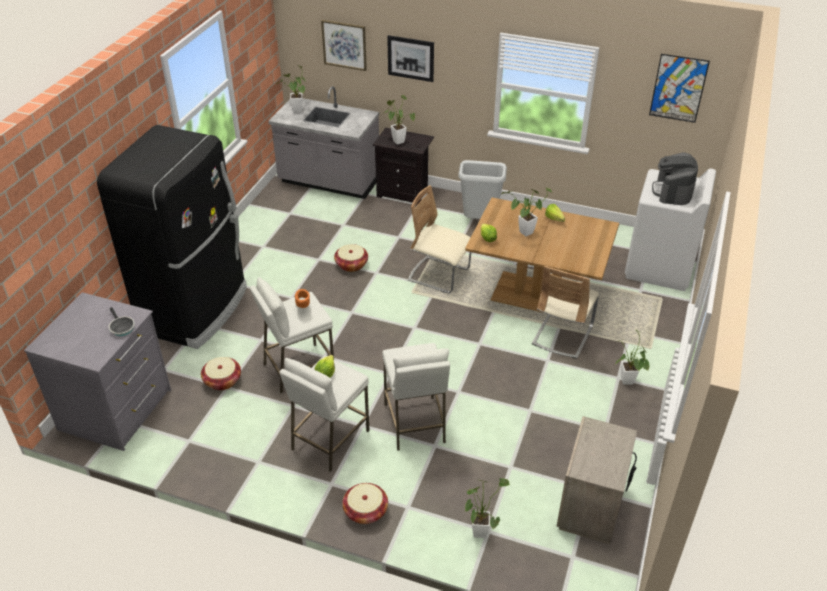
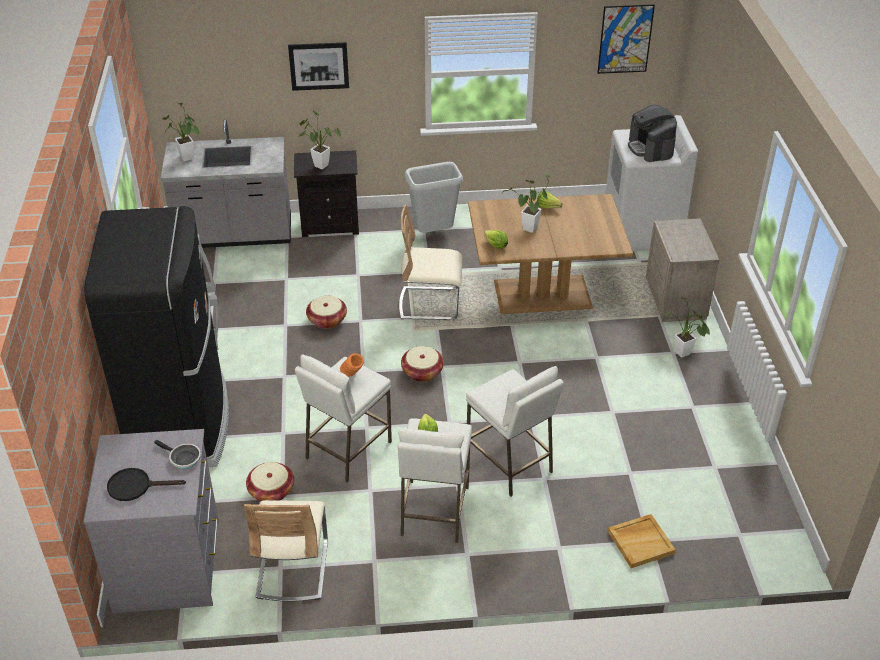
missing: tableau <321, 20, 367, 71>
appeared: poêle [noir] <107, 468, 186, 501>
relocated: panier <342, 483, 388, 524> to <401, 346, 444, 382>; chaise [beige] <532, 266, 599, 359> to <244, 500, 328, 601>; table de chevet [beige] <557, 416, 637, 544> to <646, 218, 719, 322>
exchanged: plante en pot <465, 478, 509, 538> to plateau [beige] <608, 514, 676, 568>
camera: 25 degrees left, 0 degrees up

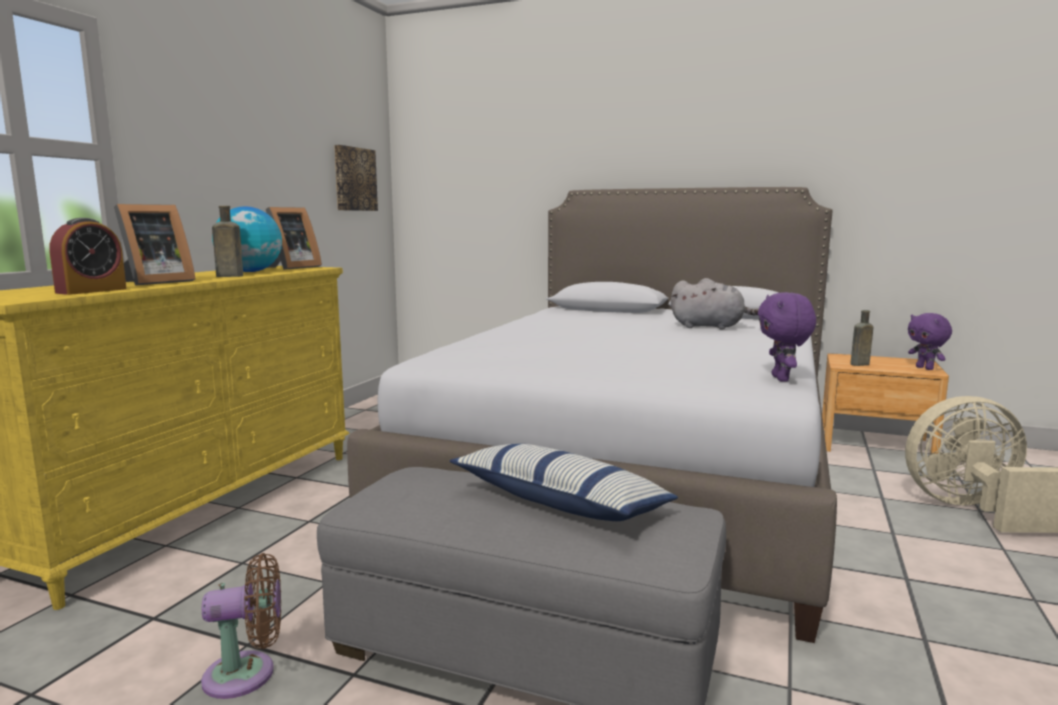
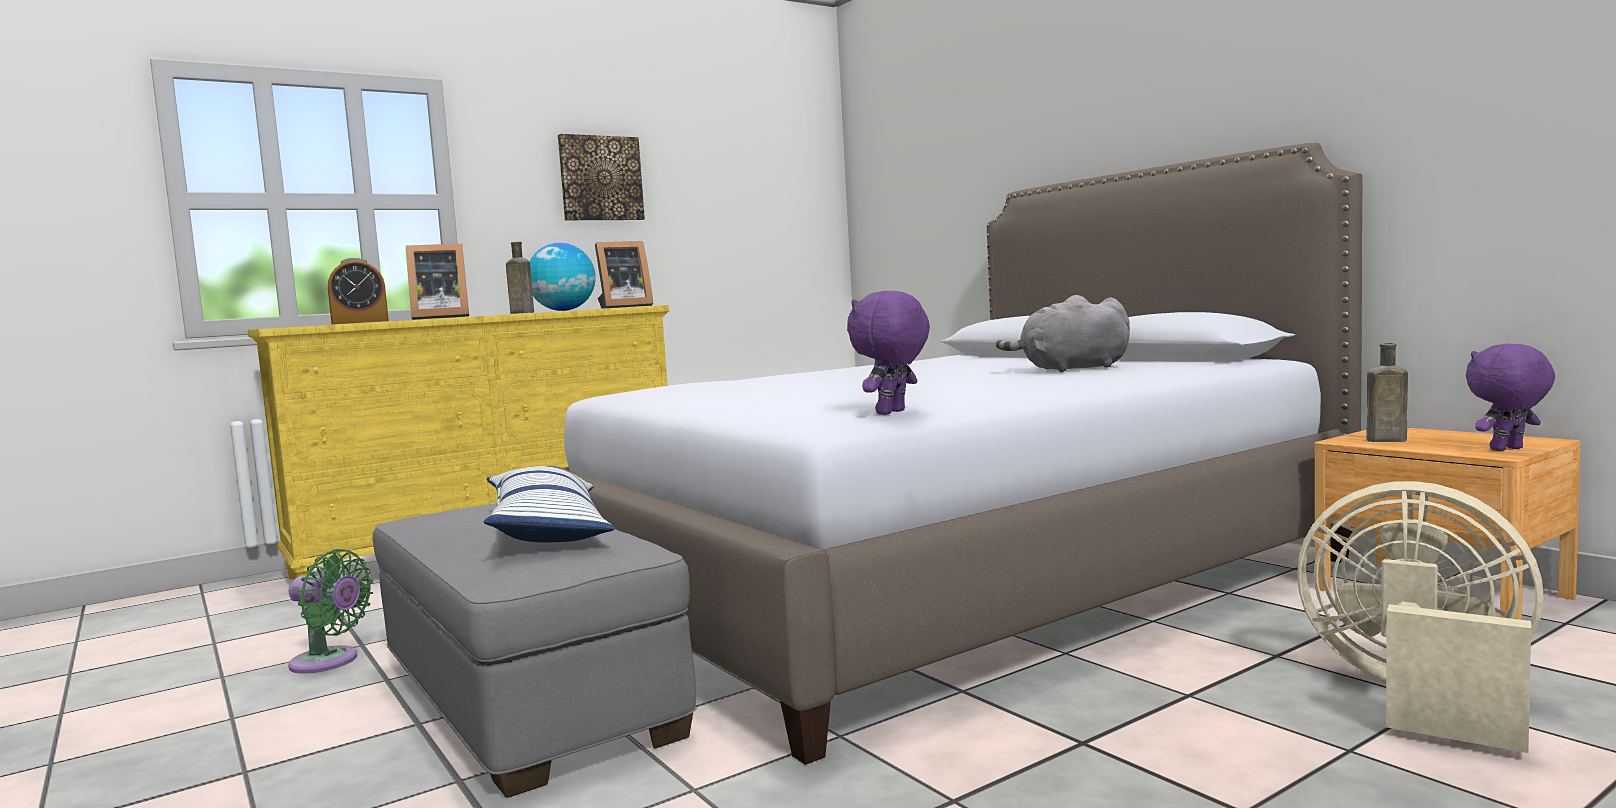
relocated: tableau <334, 145, 378, 211> to <558, 134, 645, 220>
colour: ventilateur [marron] <201, 553, 281, 699> to ventilateur [vert] <288, 549, 373, 674>
spun: peluche [gris] <671, 278, 759, 330> = <996, 295, 1130, 372> 120 degrees clockwise; peluche [violet] <908, 313, 952, 370> = <1466, 344, 1555, 451> 60 degrees clockwise
camera: 35 degrees right, 5 degrees down

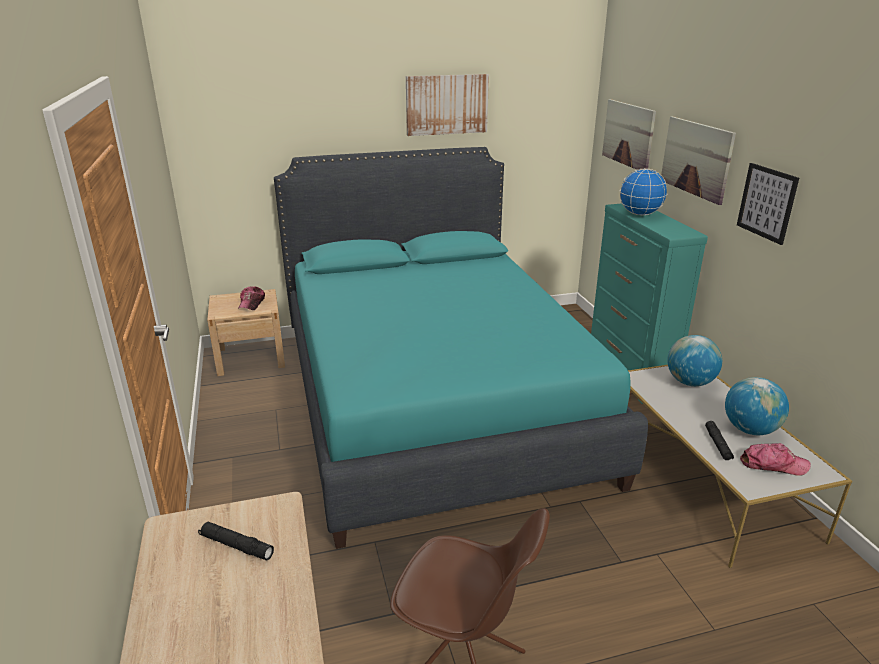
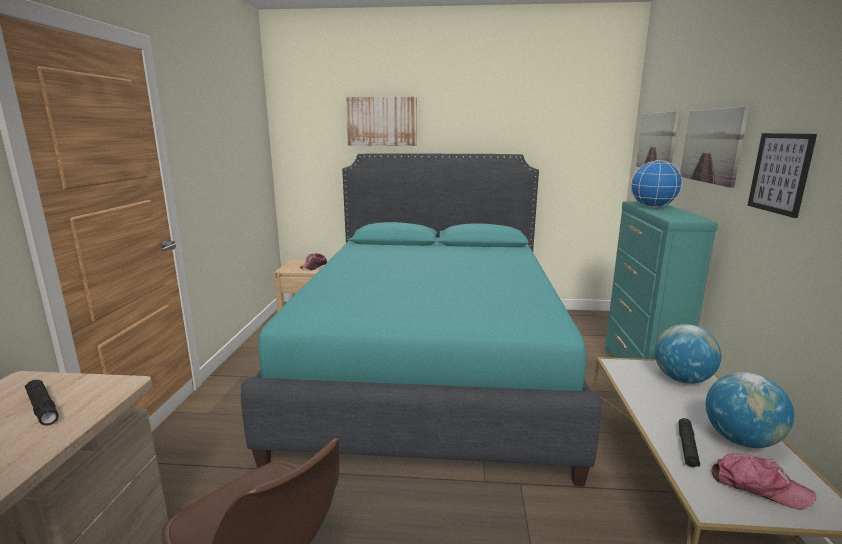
relocated: tableau <406, 74, 489, 136> to <346, 97, 417, 146>
camera: 20 degrees right, 10 degrees down

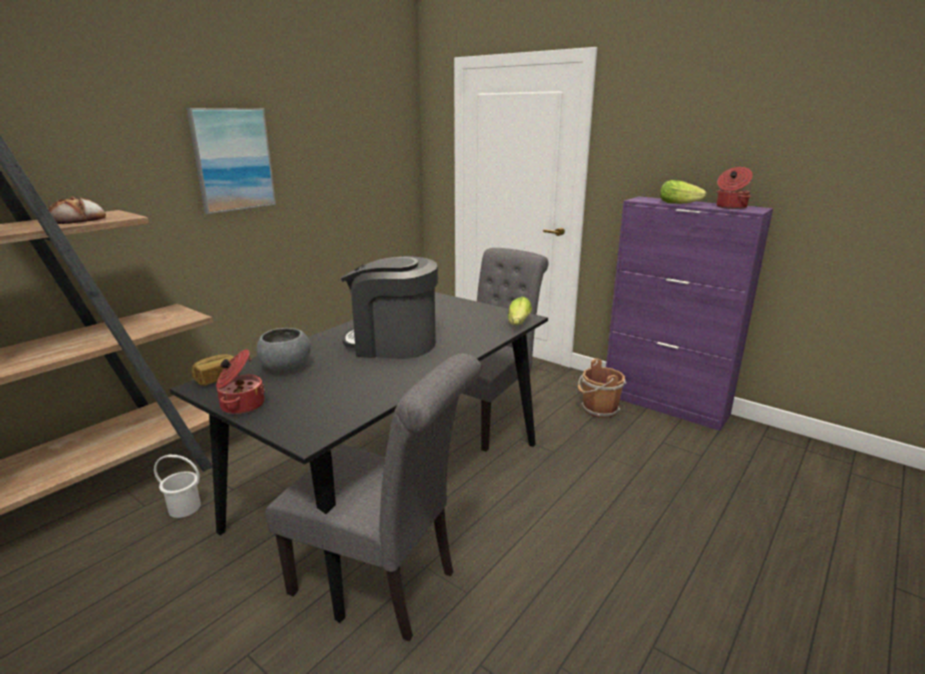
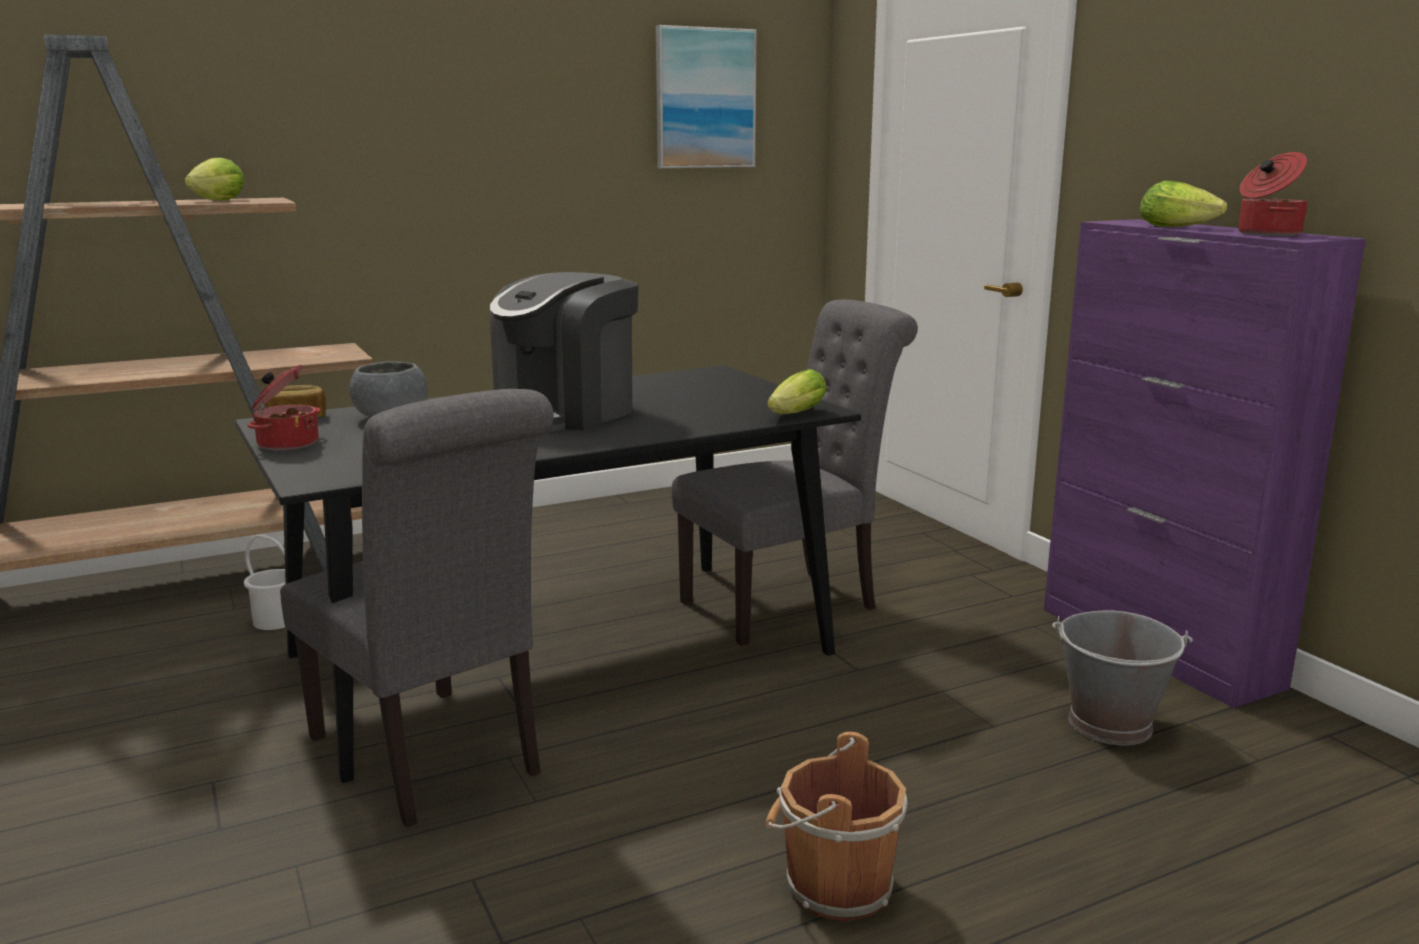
appeared: seau [gris] <1052, 610, 1193, 745>
relocated: tableau <186, 108, 276, 214> to <656, 25, 757, 169>; seau [marron] <578, 359, 626, 418> to <766, 732, 907, 921>
exchanged: pain <48, 196, 106, 224> to laitue <184, 158, 245, 200>
spun: machine à café <340, 256, 438, 359> = <490, 272, 638, 431> 90 degrees counterclockwise
camera: 25 degrees right, 5 degrees down

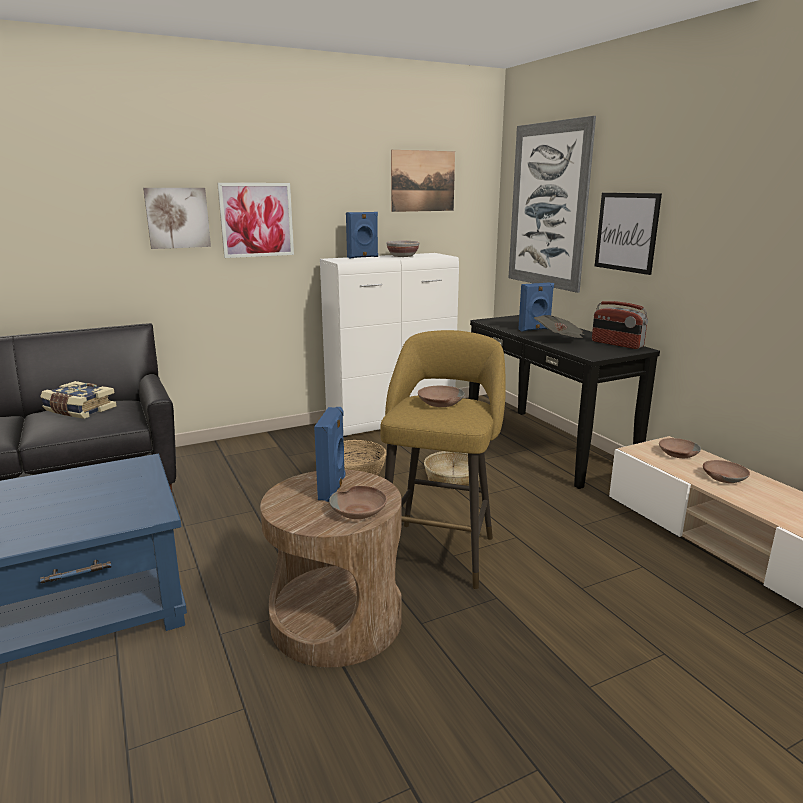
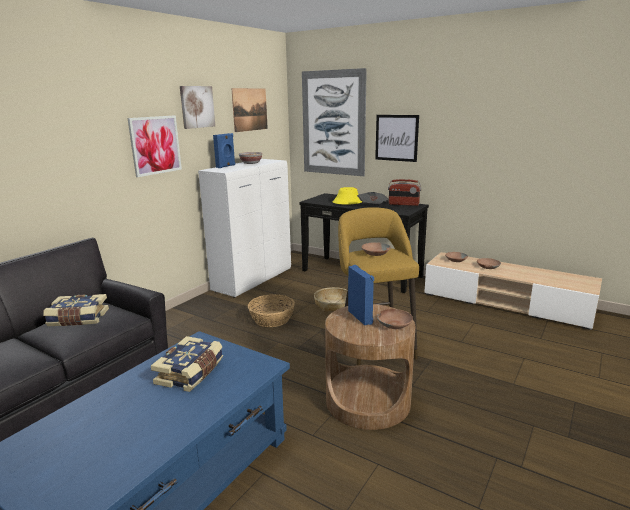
appeared: livre <151, 336, 223, 392>
relocated: tableau <143, 188, 211, 249> to <180, 86, 215, 129>
exchanged: enceinte [bleu] <518, 282, 554, 331> to chapeau [jaune] <333, 187, 363, 204>
camera: 30 degrees left, 0 degrees up

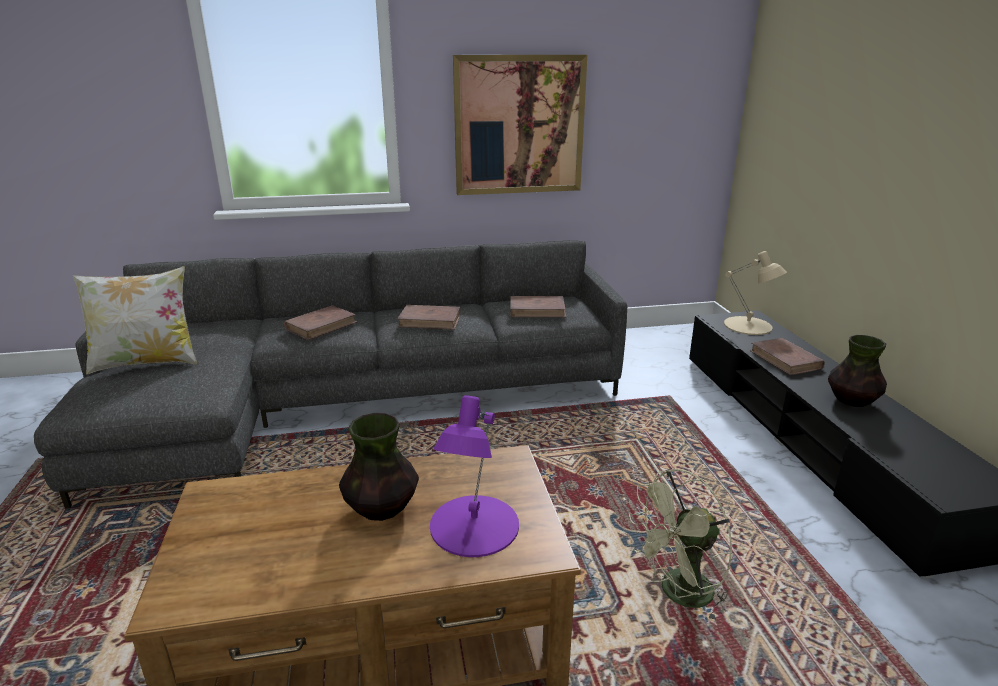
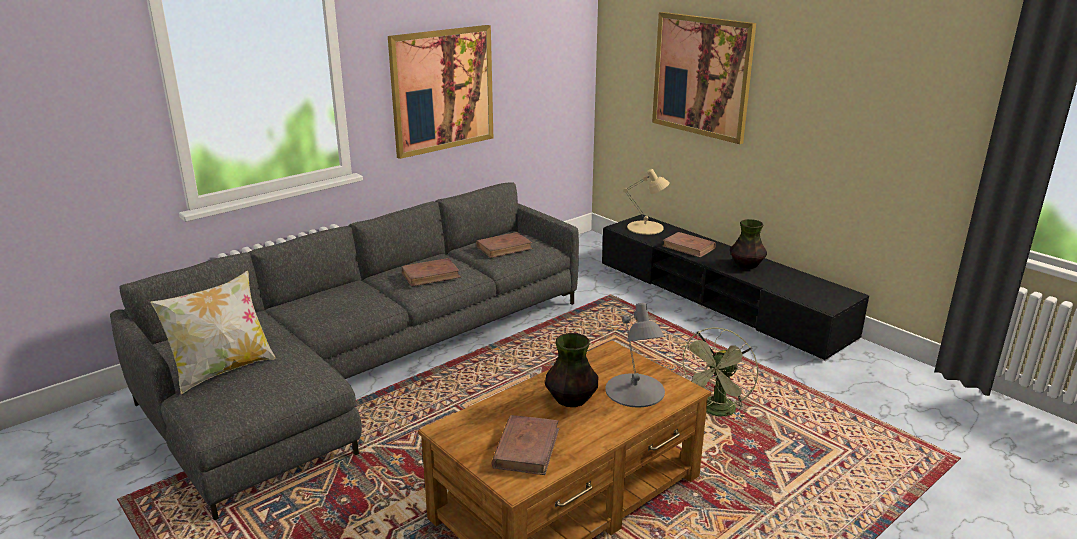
appeared: tableau <652, 12, 756, 144>
relocated: livre [marron] <284, 305, 358, 340> to <492, 415, 559, 475>
colour: lampe de table [violet] <430, 395, 519, 557> to lampe de table [gris] <605, 303, 665, 407>
camera: 30 degrees left, 0 degrees up

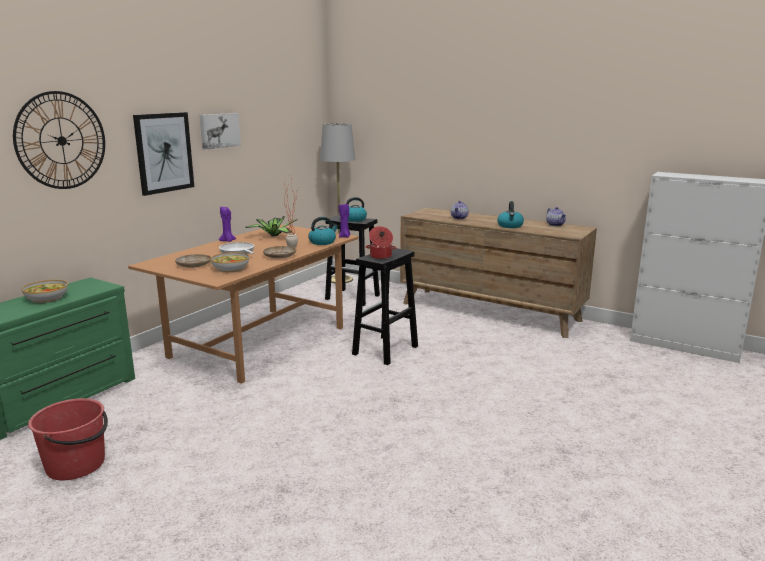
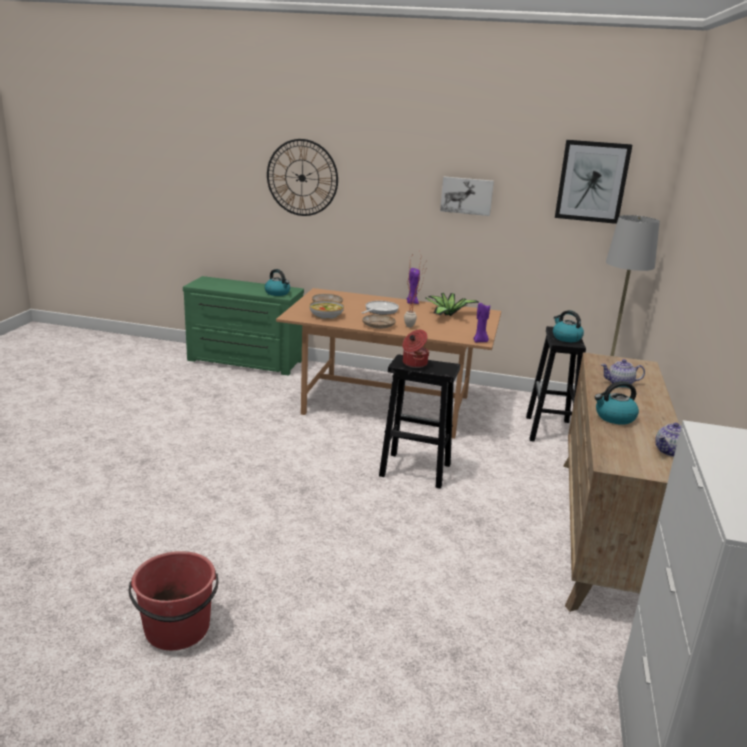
missing: bol <22, 280, 68, 303>
relocated: seau [rouge] <28, 398, 108, 480> to <128, 551, 219, 650>; tableau <133, 112, 194, 196> to <555, 140, 632, 224>; bouilloire <308, 217, 338, 245> to <265, 269, 290, 296>
camera: 70 degrees right, 5 degrees up

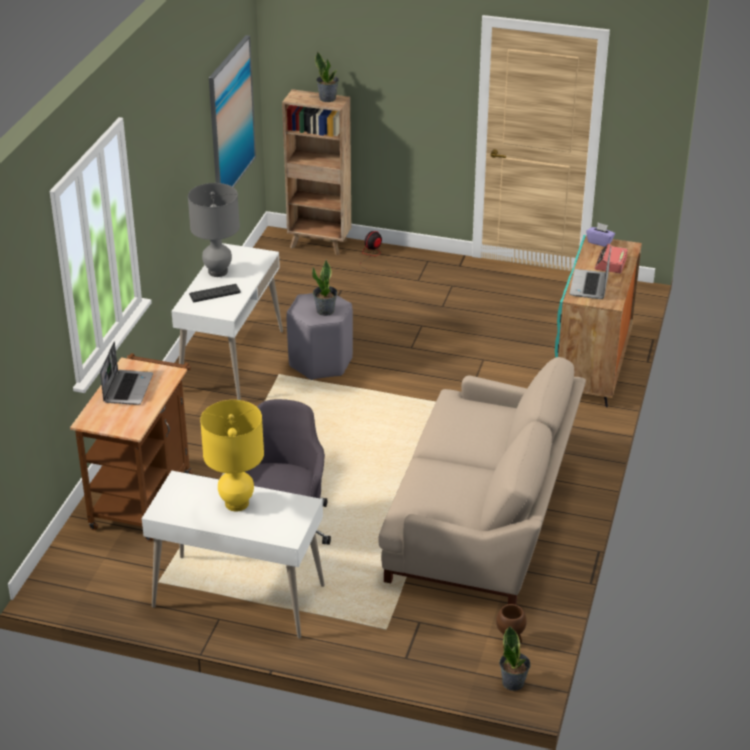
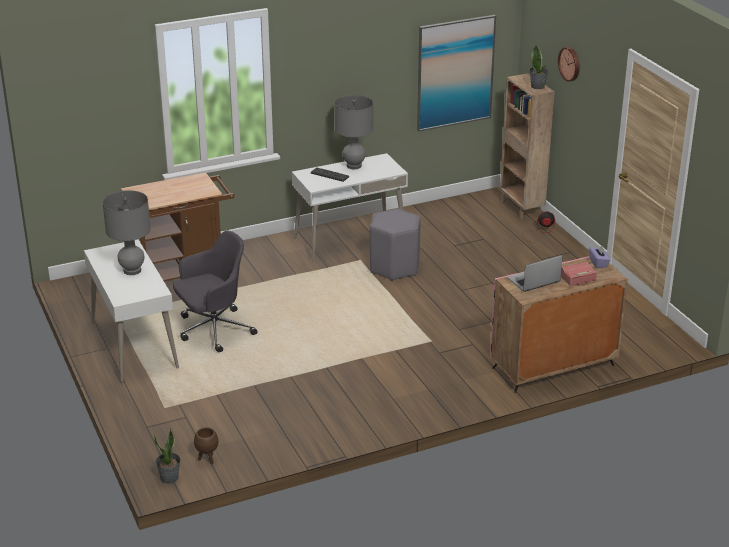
missing: ordinateur portable <100, 341, 153, 405>; plante en pot <312, 259, 338, 316>; canapé [beige] <378, 357, 586, 605>
appeared: horloge murale <558, 47, 580, 82>
colour: lampe de table [jaune] <200, 400, 264, 511> to lampe de table [gris] <102, 190, 151, 275>; meuble de rangement [turquoise] <555, 235, 642, 407> to meuble de rangement [rose] <490, 256, 628, 393>
camera: 50 degrees right, 5 degrees down

